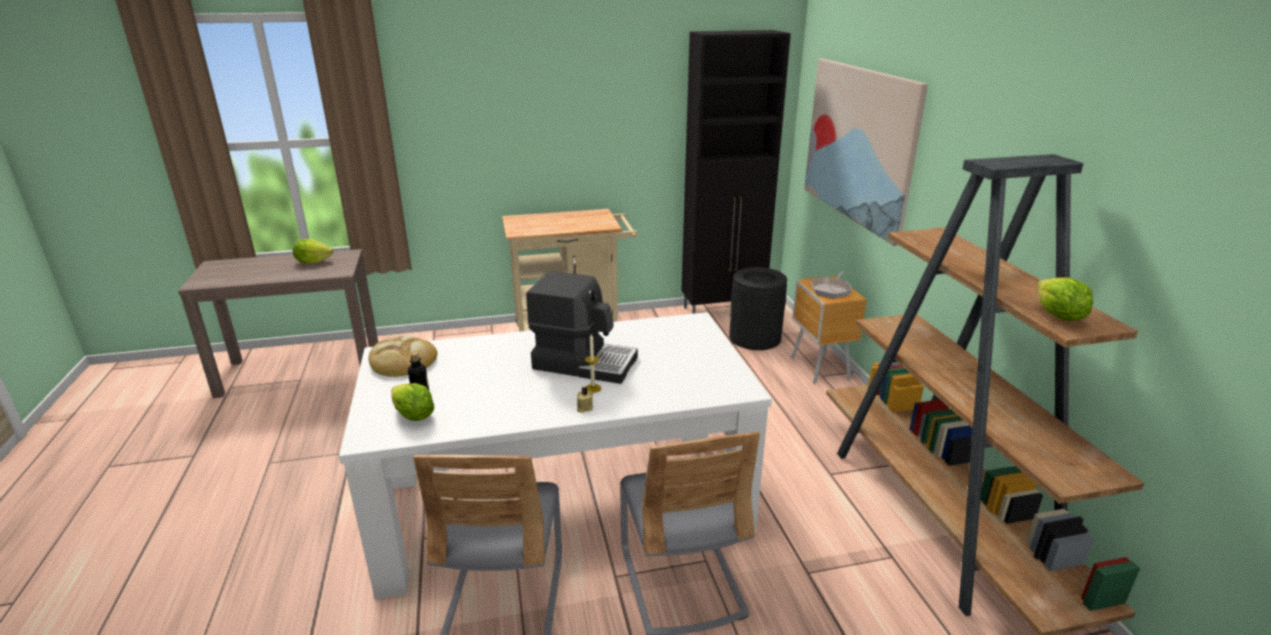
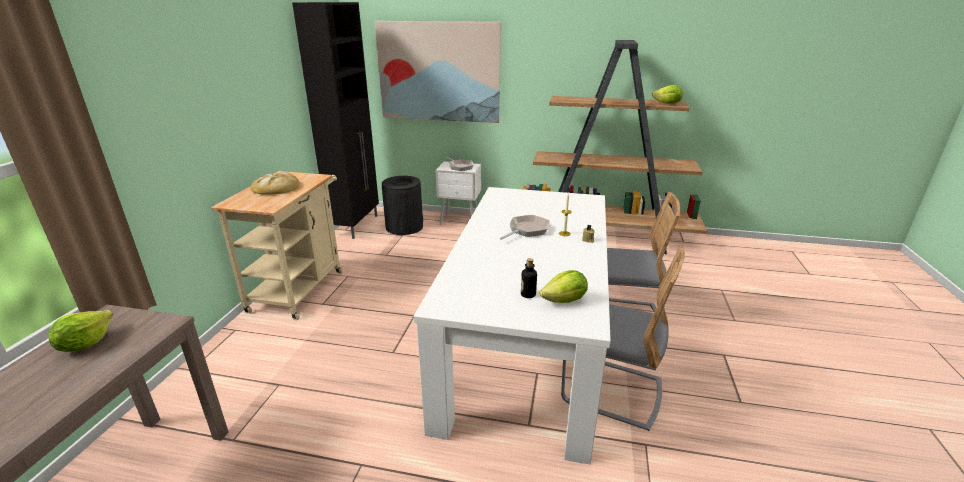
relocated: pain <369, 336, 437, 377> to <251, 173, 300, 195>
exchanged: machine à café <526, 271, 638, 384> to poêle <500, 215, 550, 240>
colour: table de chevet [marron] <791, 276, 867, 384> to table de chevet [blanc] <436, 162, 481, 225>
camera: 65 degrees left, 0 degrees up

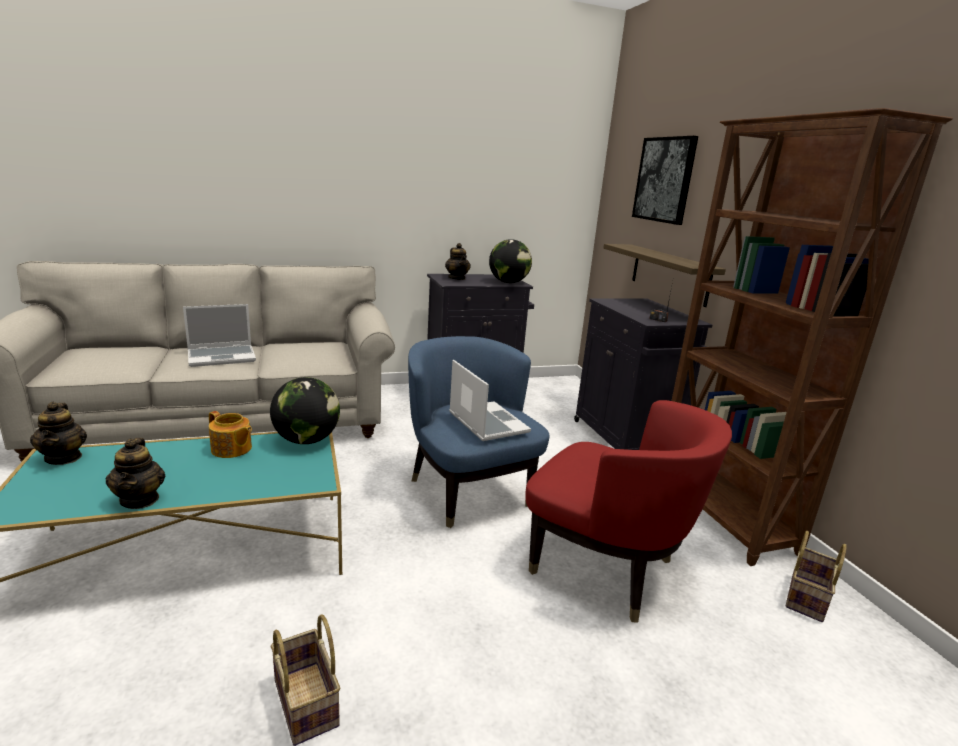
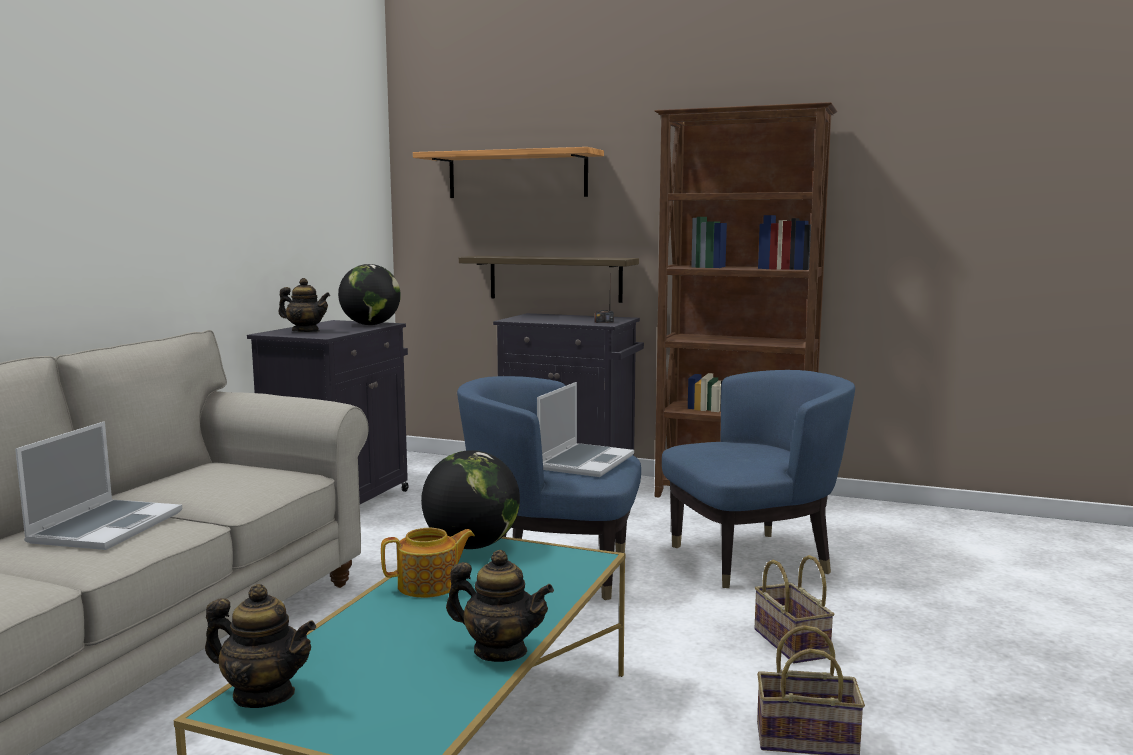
relocated: panier <786, 531, 847, 622> to <755, 555, 834, 664>
exchanged: tableau <632, 136, 698, 225> to étagère <413, 147, 604, 198>
colour: fauteuil [rouge] <525, 400, 732, 623> to fauteuil [bleu] <662, 370, 855, 588>
spun: ordinateur portable <449, 360, 531, 441> = <537, 382, 634, 477> 105 degrees clockwise
camera: 50 degrees left, 10 degrees down

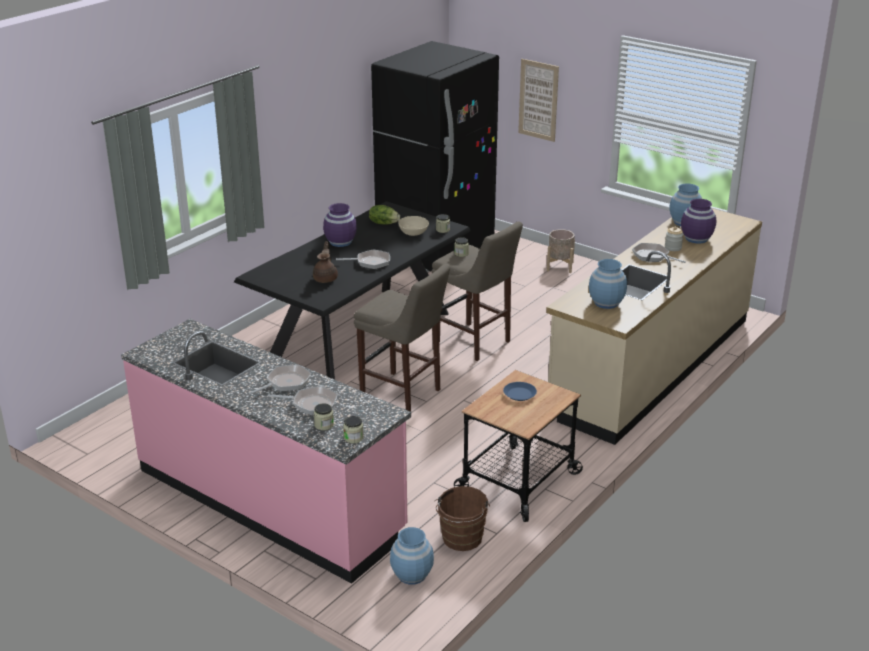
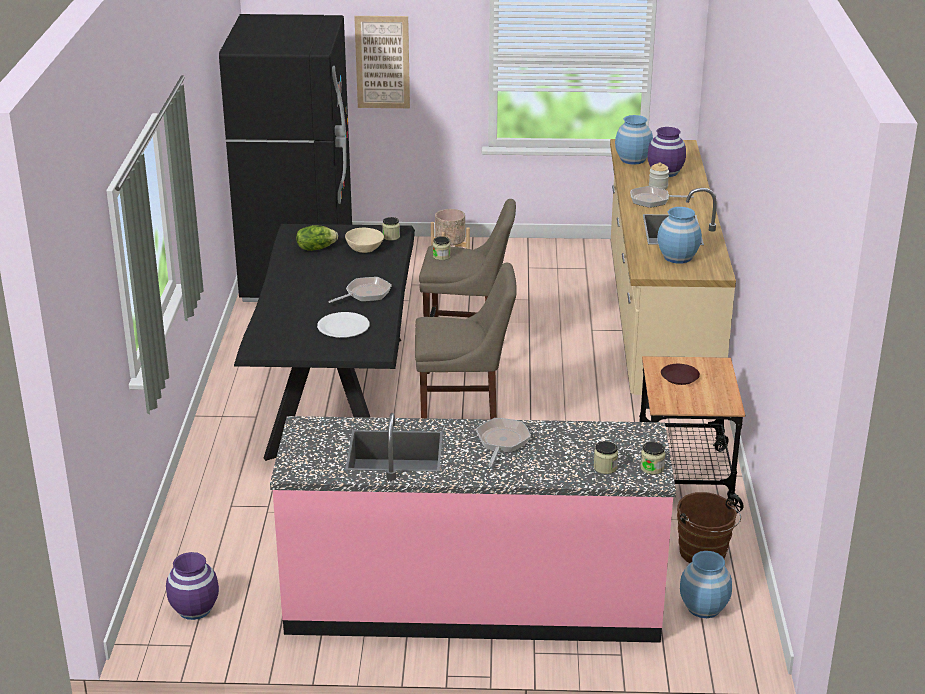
missing: poêle <268, 386, 338, 415>
relocated: vase [violet] <323, 203, 357, 247> to <166, 552, 219, 620>
exchanged: théière [marron] <313, 241, 338, 283> to assiette [blanc] <317, 312, 370, 338>
colour: assiette [bleu] <503, 382, 537, 401> to assiette [marron] <661, 364, 700, 385>
camera: 35 degrees left, 0 degrees up

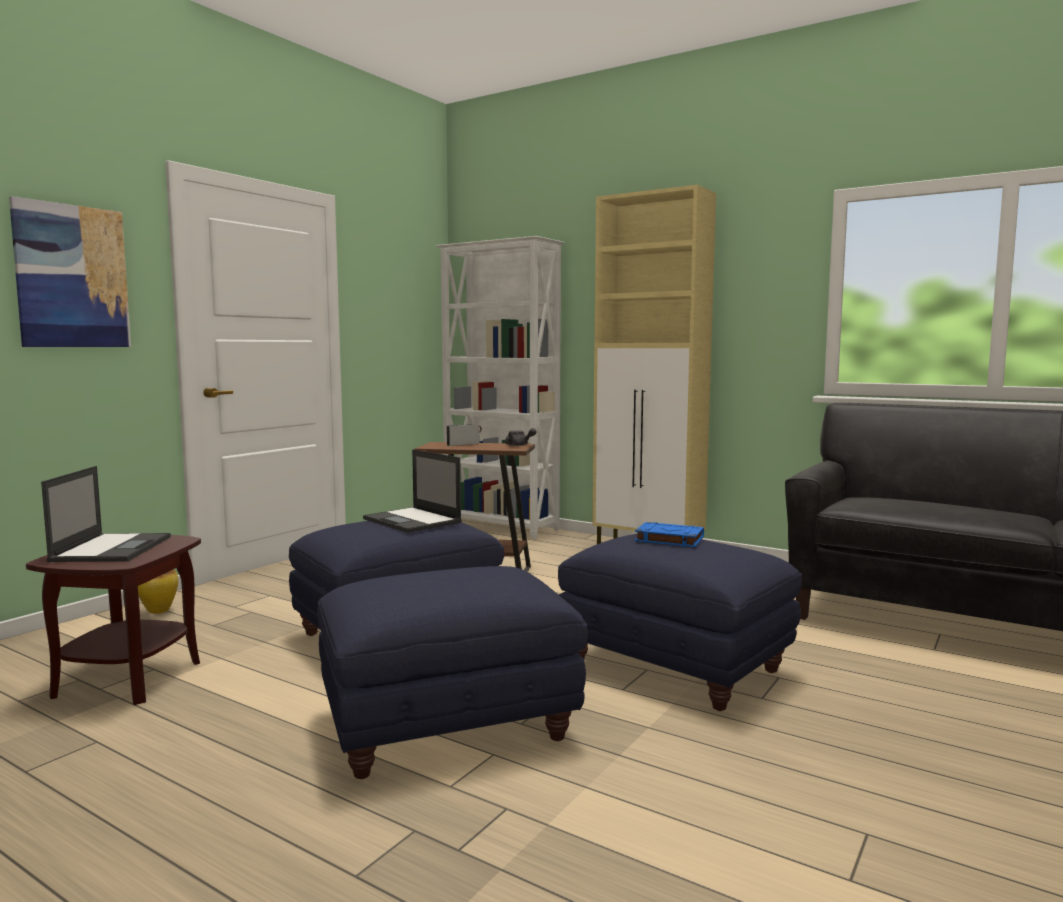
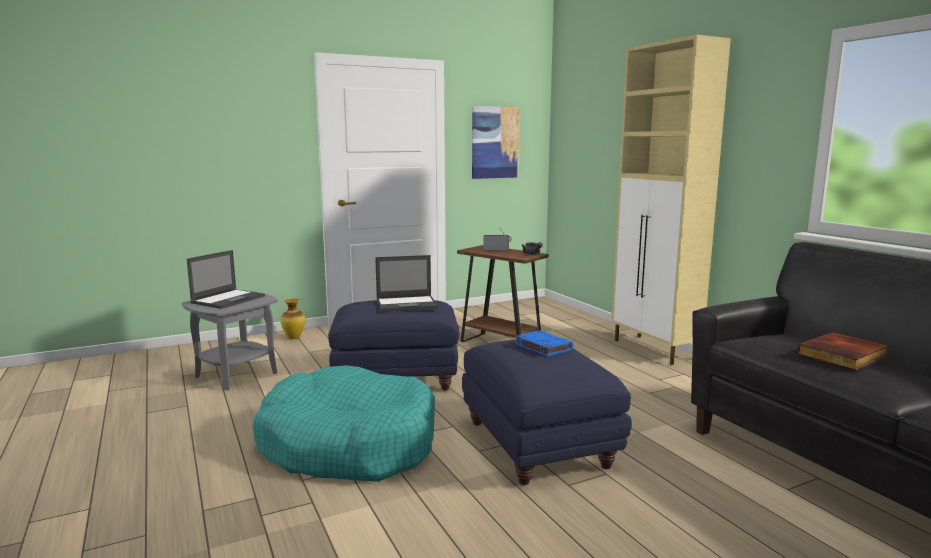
missing: bibliothèque [blanc] <435, 236, 565, 539>
appeared: livre <798, 332, 889, 371>
relocated: tableau <9, 196, 131, 347> to <472, 106, 520, 179>
exchanged: pouf [bleu] <317, 566, 588, 779> to panier pour chien [turquoise] <253, 365, 435, 482>
colour: table d'appoint [marron] <26, 535, 201, 705> to table d'appoint [gris] <182, 290, 278, 390>
spun: ordinateur portable <363, 449, 462, 533> = <375, 255, 438, 312> 90 degrees counterclockwise
camera: 30 degrees right, 5 degrees up

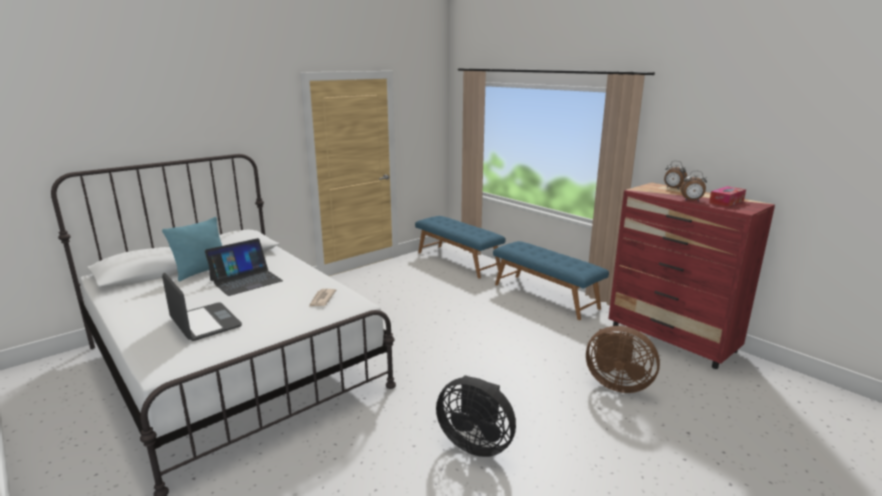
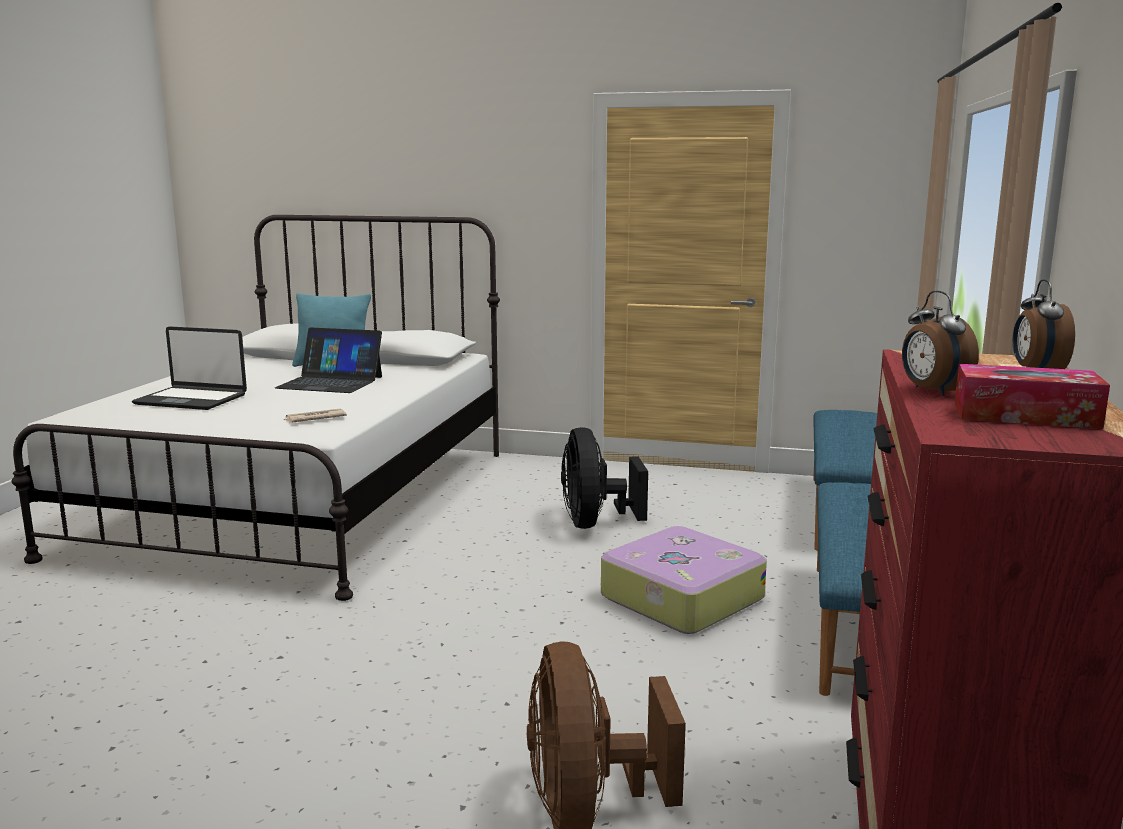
appeared: valise <601, 526, 767, 634>
relocated: ventilateur [noir] <436, 375, 516, 457> to <561, 427, 648, 529>
spun: ordinateur portable <162, 273, 242, 341> = <132, 326, 247, 410> 90 degrees clockwise
camera: 55 degrees right, 5 degrees down

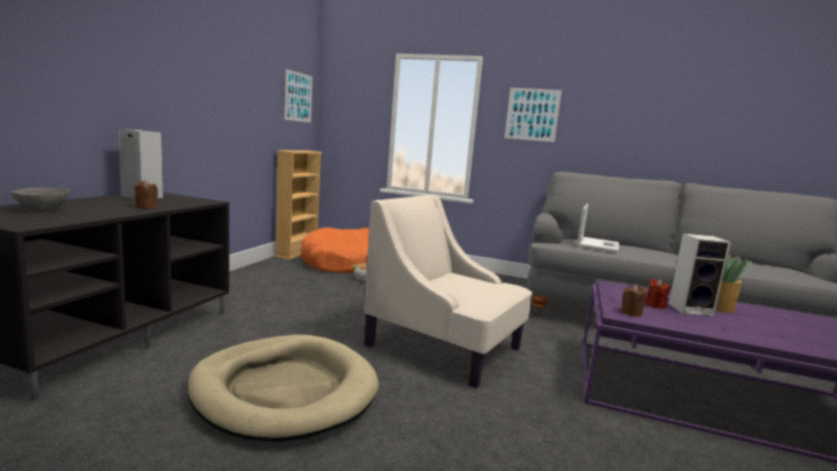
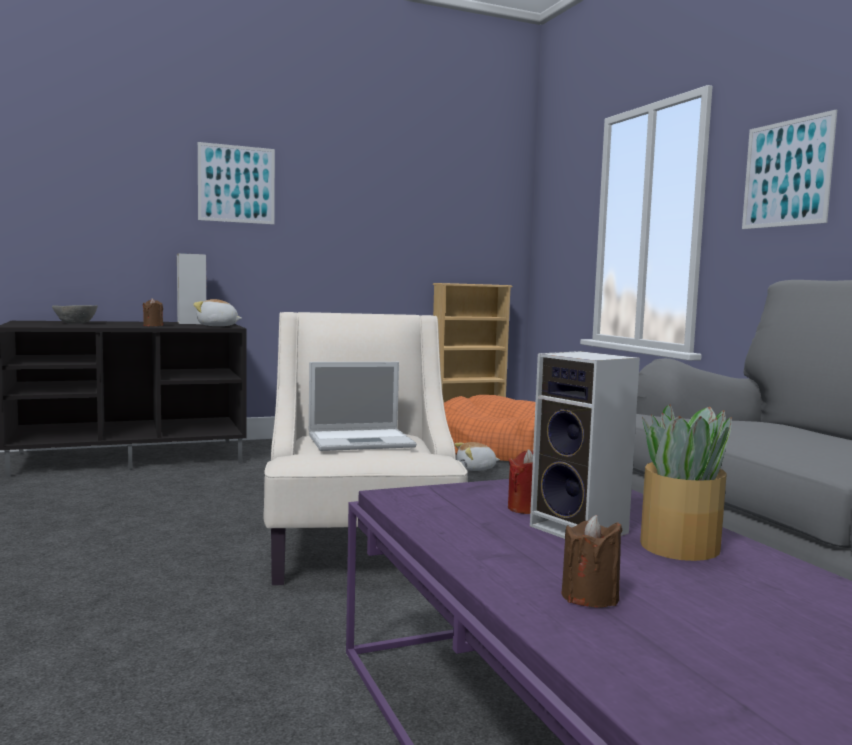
missing: panier pour chien [beige] <187, 335, 379, 442>
appeared: peluche <193, 299, 242, 326>
relocated: tableau <284, 69, 313, 123> to <198, 142, 275, 224>; ordinateur portable <577, 204, 619, 252> to <309, 362, 416, 451>; bougie [marron] <621, 285, 646, 317> to <561, 515, 622, 607>
camera: 50 degrees right, 5 degrees down

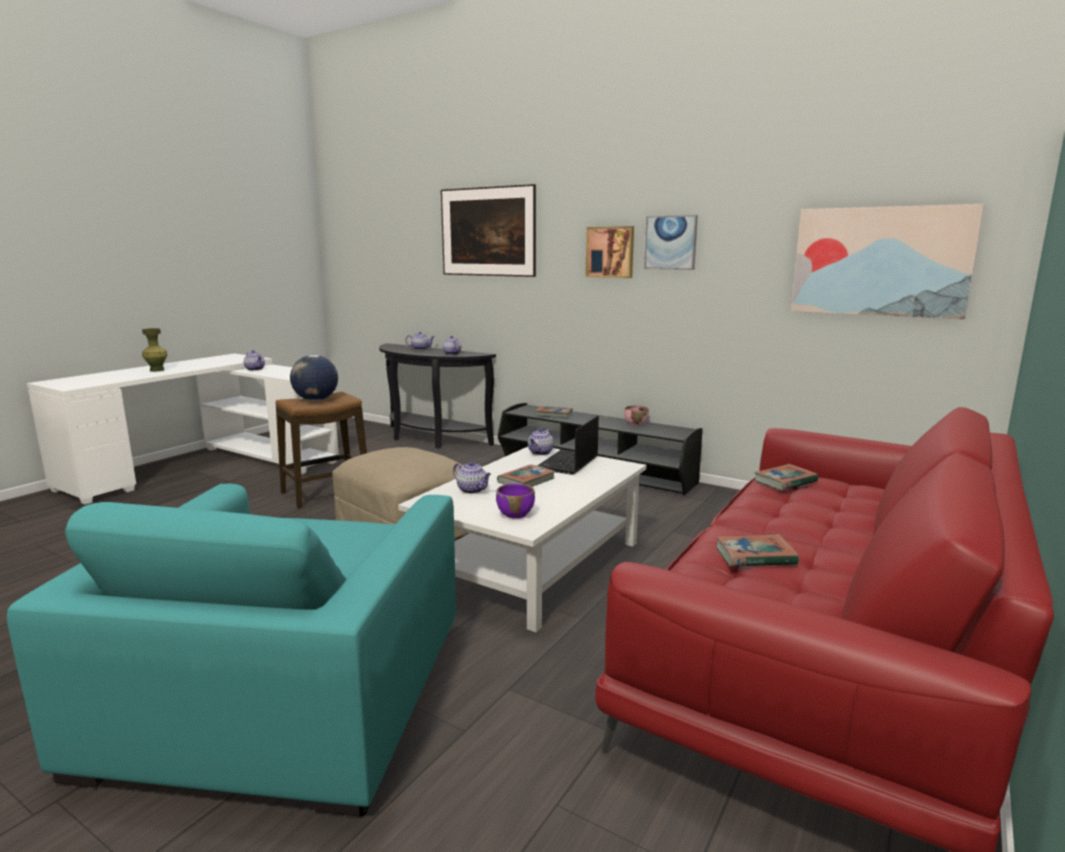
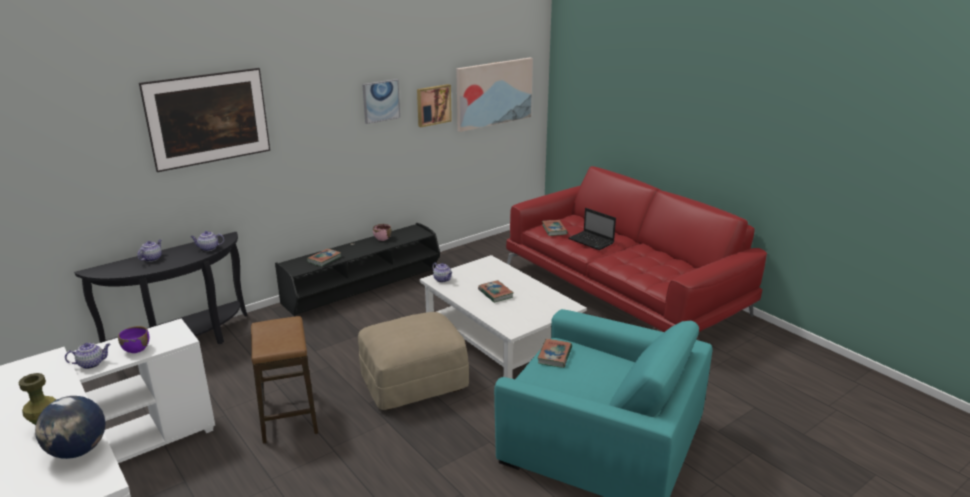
missing: théière <453, 461, 491, 494>
relocated: globe <290, 355, 338, 401> to <35, 396, 106, 459>; bol [violet] <496, 483, 535, 519> to <118, 326, 149, 353>; ordinateur portable <537, 416, 599, 475> to <569, 208, 616, 250>; tableau <585, 226, 634, 278> to <417, 84, 452, 127>; livre <716, 534, 799, 566> to <537, 338, 572, 368>
camera: 70 degrees left, 10 degrees up

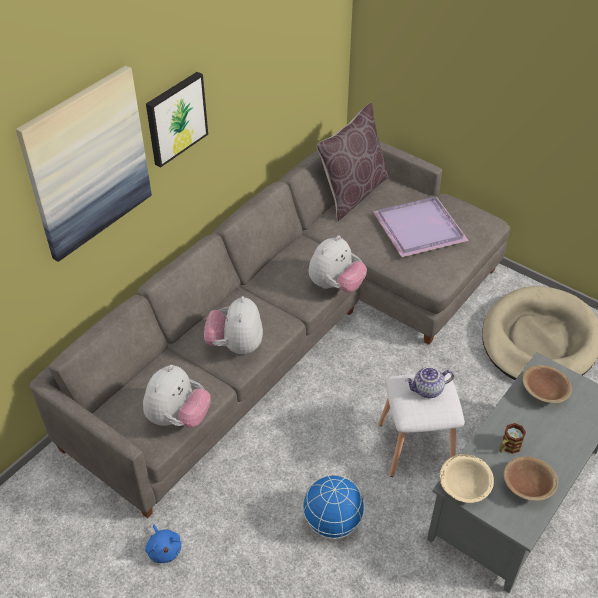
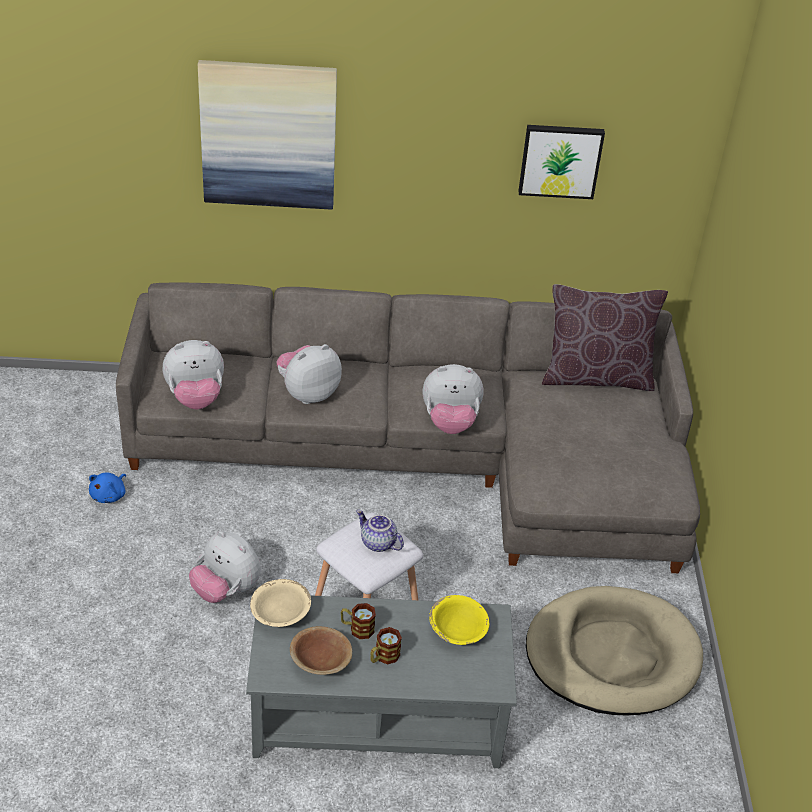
missing: plateau [violet] <373, 197, 469, 257>
appeared: mug <370, 627, 402, 665>
relocated: tableau <146, 72, 208, 168> to <518, 125, 605, 199>
exchanged: globe <302, 474, 365, 539> to peluche <189, 531, 261, 603>
colour: bol [marron] <523, 365, 572, 403> to bol [jaune] <429, 595, 490, 645>
camera: 50 degrees right, 5 degrees down

